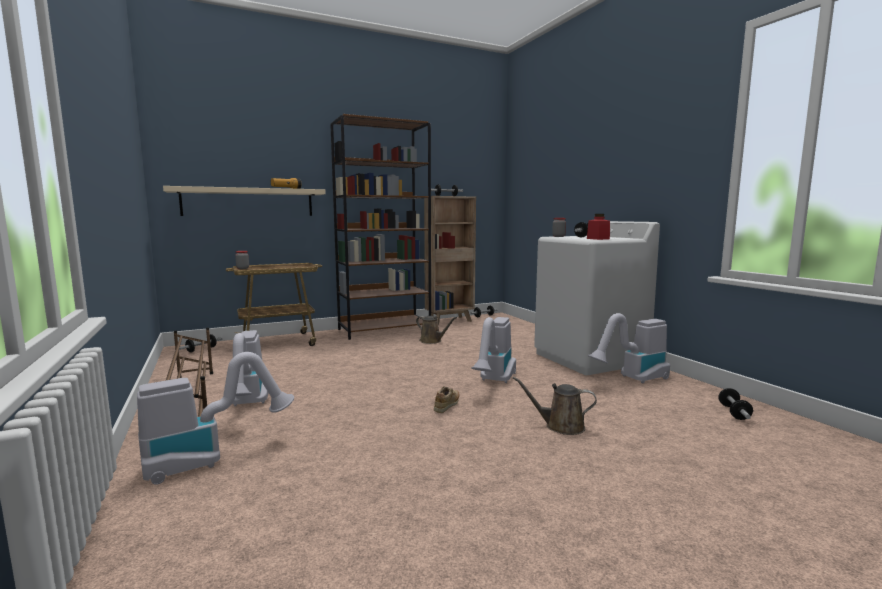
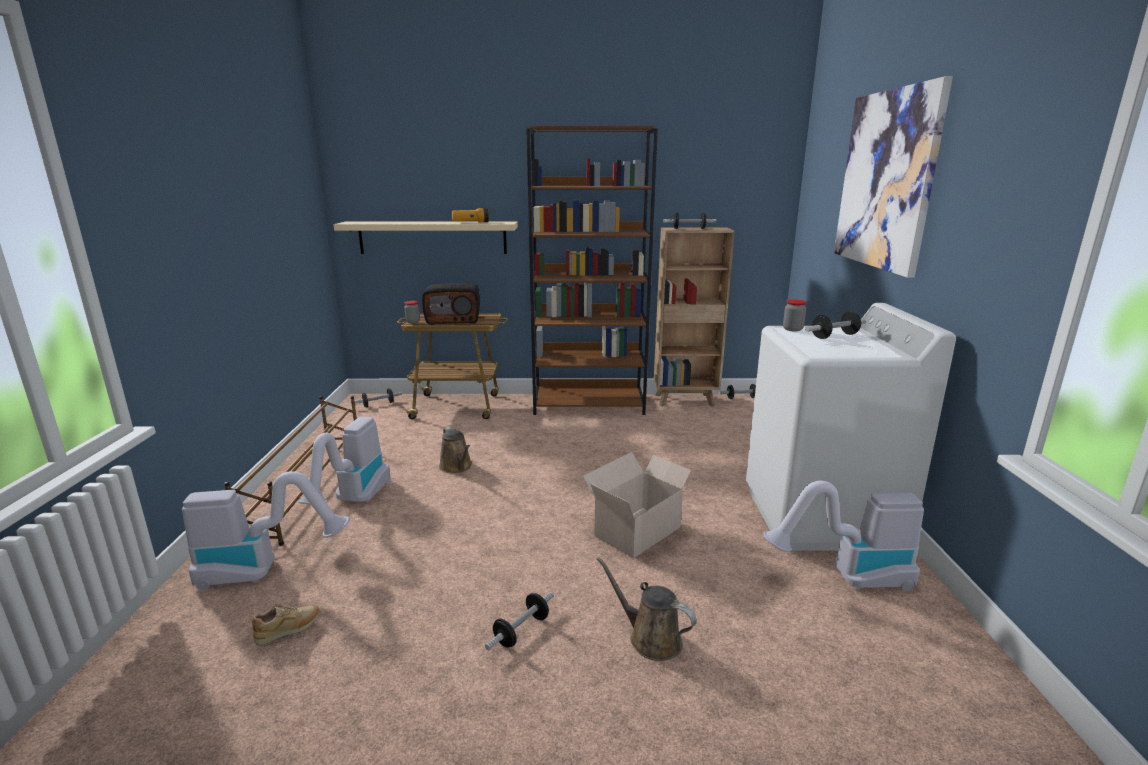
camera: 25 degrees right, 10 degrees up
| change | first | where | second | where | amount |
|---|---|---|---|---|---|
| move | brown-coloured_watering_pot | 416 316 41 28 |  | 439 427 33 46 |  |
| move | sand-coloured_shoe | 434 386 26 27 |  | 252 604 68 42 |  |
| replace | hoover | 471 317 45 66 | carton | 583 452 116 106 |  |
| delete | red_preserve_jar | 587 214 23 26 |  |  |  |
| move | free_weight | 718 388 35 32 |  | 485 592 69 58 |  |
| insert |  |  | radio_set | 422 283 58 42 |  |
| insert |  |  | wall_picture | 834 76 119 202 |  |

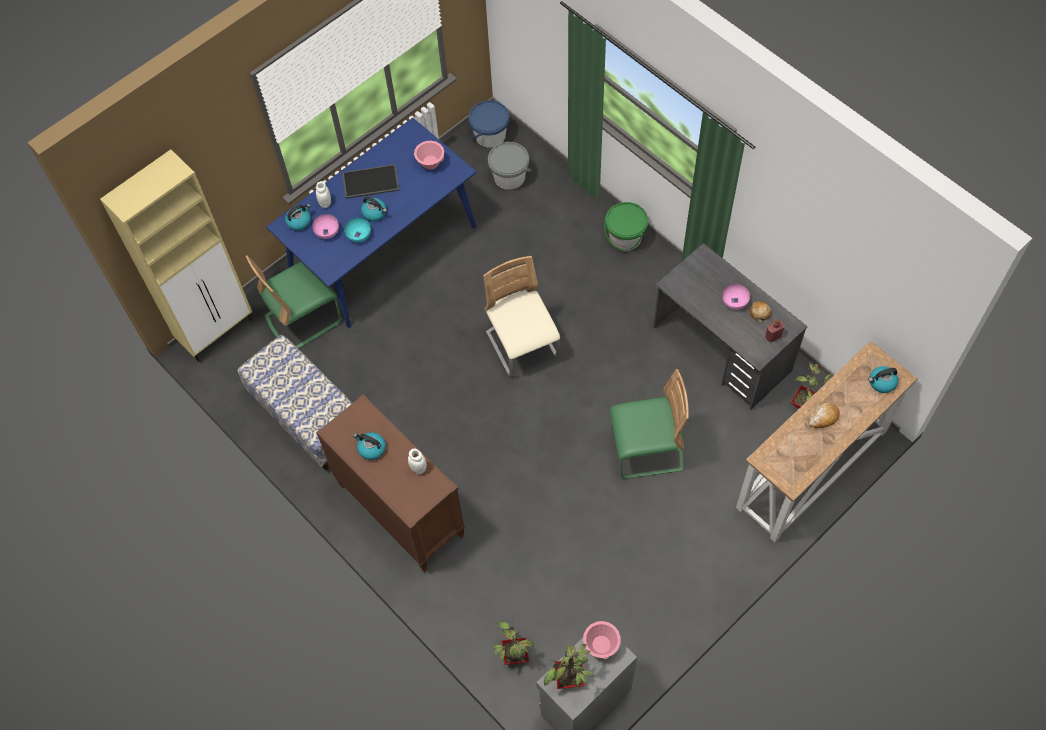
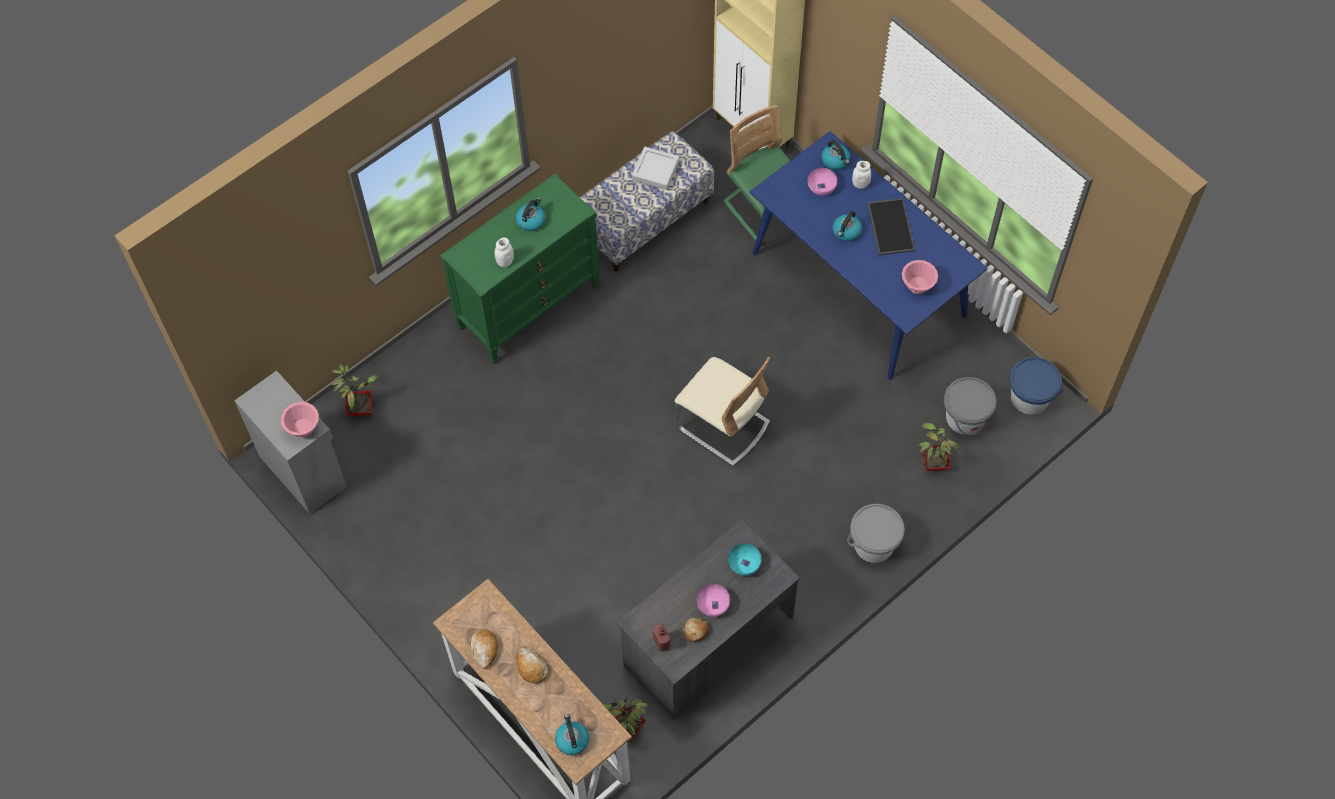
camera: 90 degrees right, 0 degrees up
| change | first | where | second | where | amount |
|---|---|---|---|---|---|
| recolor | brown-coloured_dresser | 316 394 149 178 | green_dresser | 440 173 160 191 |  |
| move | blue-green_bowl | 344 218 27 25 |  | 728 543 34 33 |  |
| rotate | sand-coloured_chair | 483 256 77 121 |  | 675 356 95 110 | 60 degrees clockwise |
| move | potted_plant | 544 644 50 45 |  | 919 417 40 54 |  |
| recolor | green_bucket | 604 202 44 49 | greyish_bucket | 847 504 58 59 |  |
| delete | green_chair | 610 369 79 110 |  |  |  |
| insert |  |  | baked_bread | 471 629 27 40 |  |
| insert |  |  | greyish_tray | 632 147 47 43 |  |

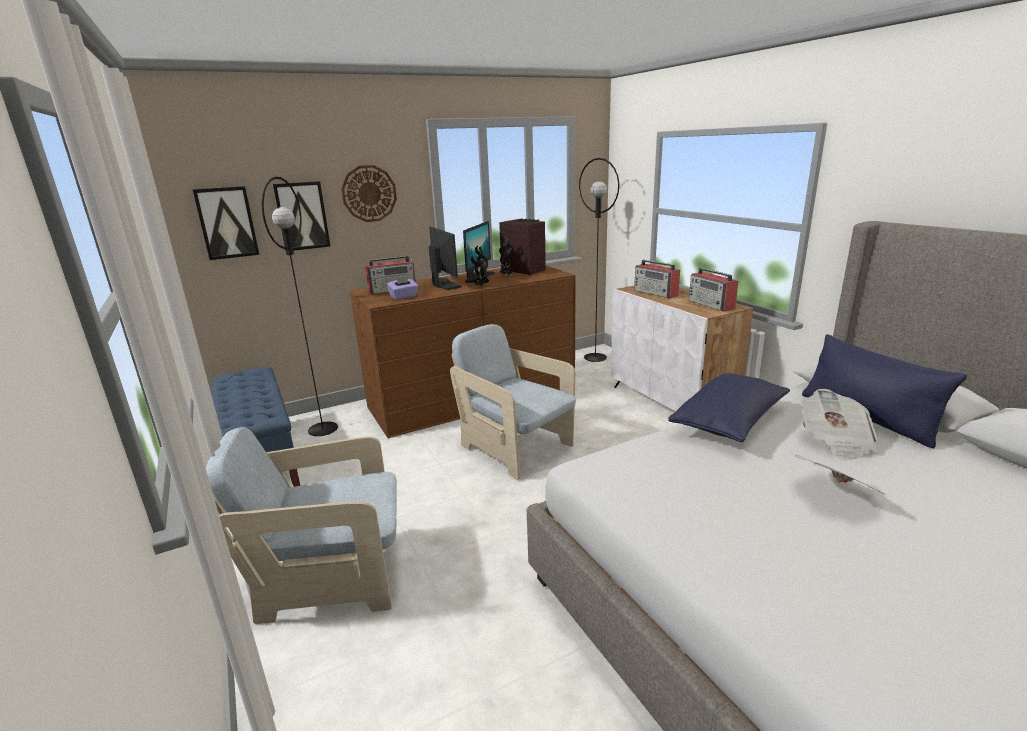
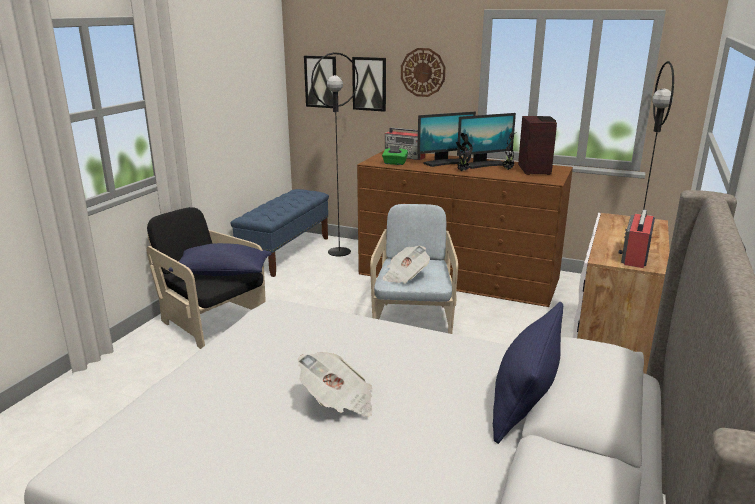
camera: 50 degrees right, 0 degrees up
| change | first | where | second | where | amount |
|---|---|---|---|---|---|
| recolor | sand-coloured_easy_chair | 206 427 191 197 | black-coloured_easy_chair | 146 207 120 142 |  |
| recolor | purplish_tissue_box | 386 276 32 24 | green_tissue_box | 382 146 26 19 |  |
| rotate | computer_screen | 429 227 33 63 |  | 417 112 59 55 | 45 degrees clockwise |
| delete | radio_set | 634 260 46 39 |  |  |  |
| move | blue-coloured_throw_pillow | 668 373 122 69 |  | 168 243 104 33 |  |
| move | printed_paper | 802 389 77 72 |  | 383 246 47 38 |  |

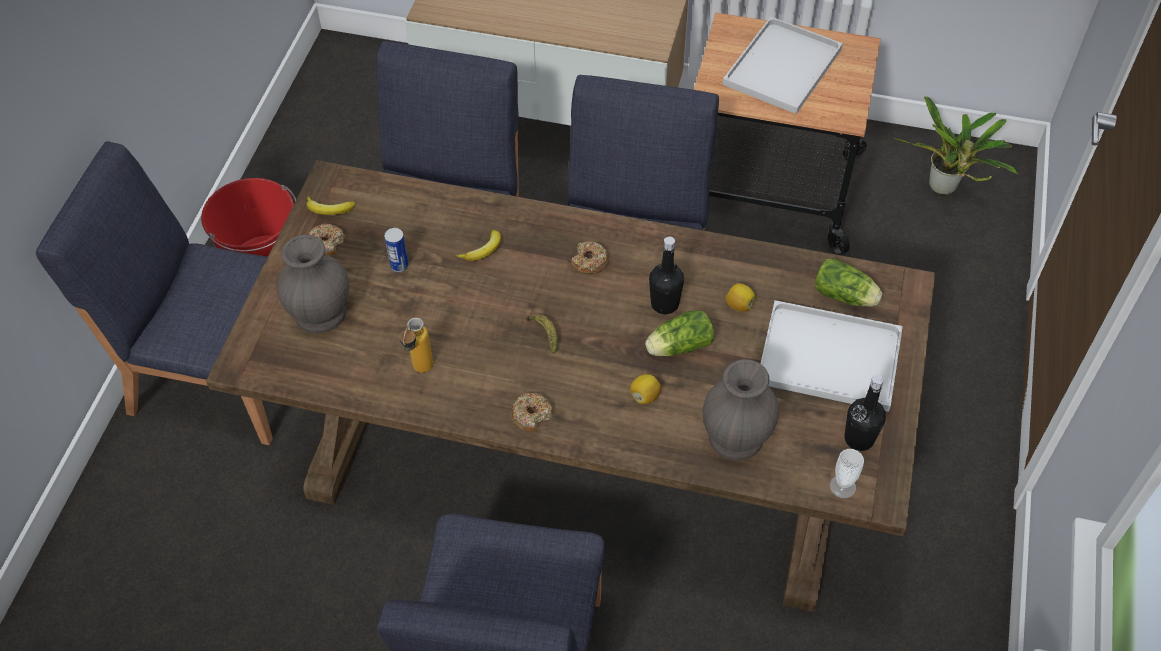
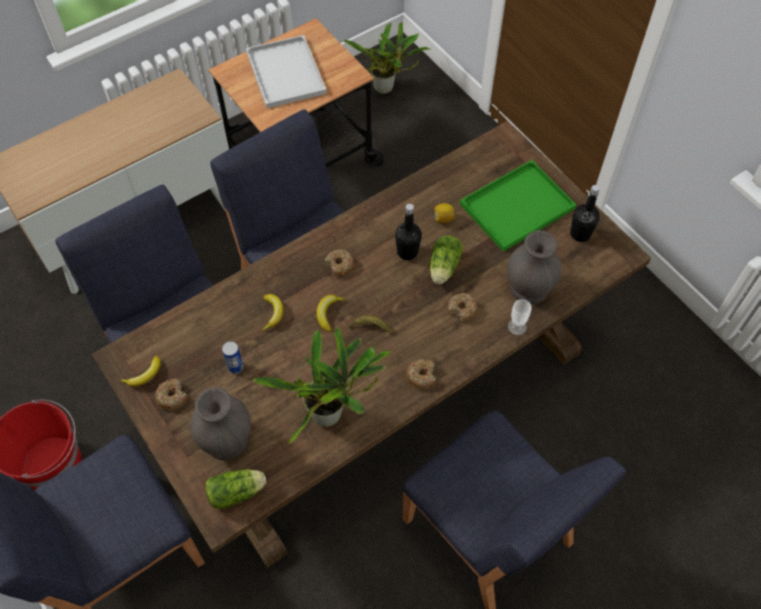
camera: 50 degrees left, 5 degrees up
| change | first | where | second | where | amount |
|---|---|---|---|---|---|
| replace | beverage_bottle | 399 318 34 55 | potted_plant | 253 327 138 117 |  |
| replace | citrus_fruit | 630 374 31 30 | doughnut | 447 293 31 28 |  |
| recolor | white_tray | 760 300 143 112 | green_tray | 460 160 117 92 |  |
| move | lettuce_head | 815 258 68 49 |  | 205 469 61 40 |  |
| move | drinking_cup | 830 449 34 49 |  | 508 299 24 36 |  |
| insert |  |  | whole_banana | 316 295 30 37 |  |

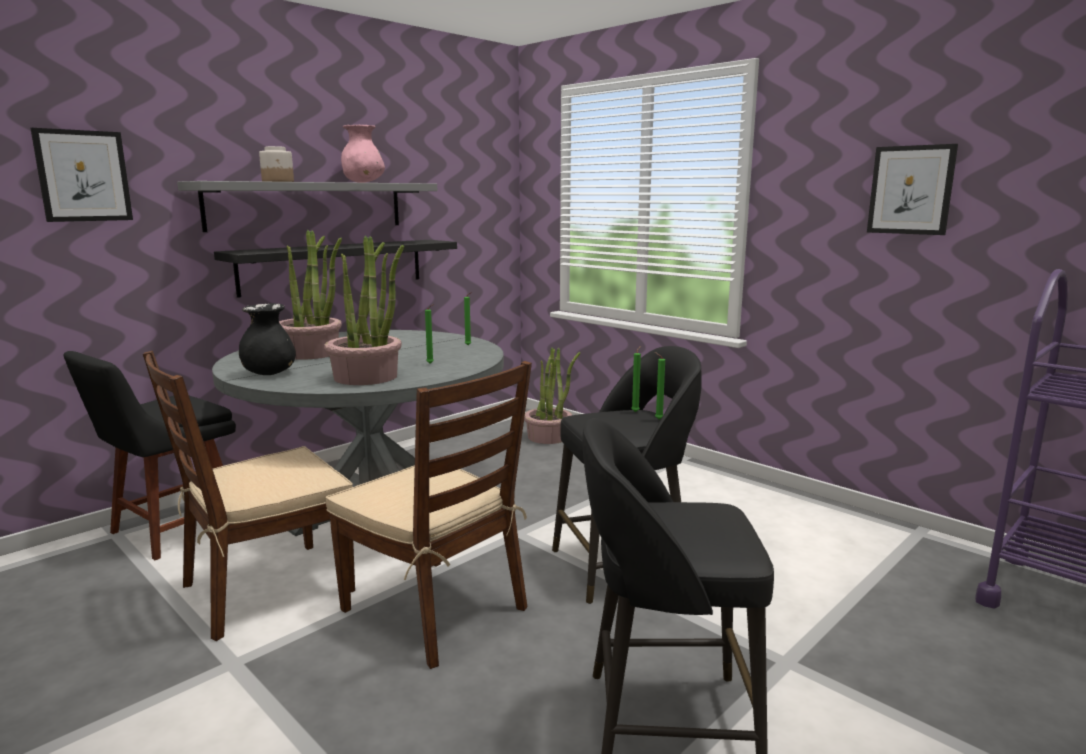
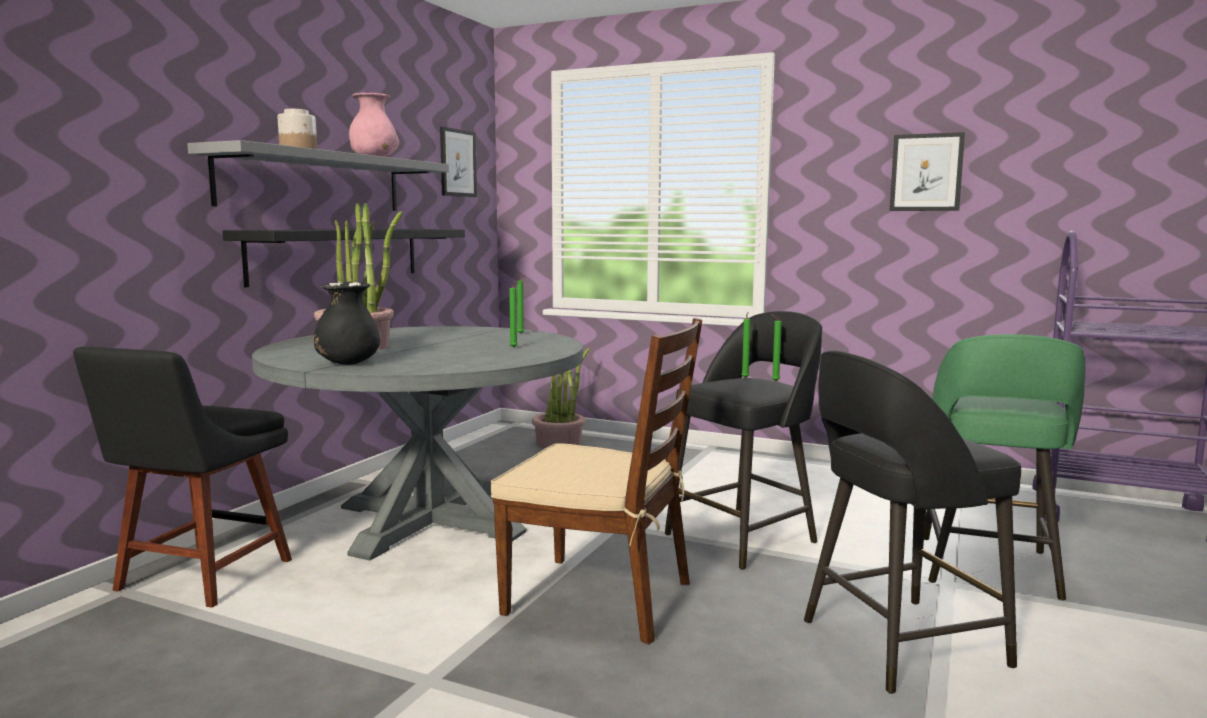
camera: 20 degrees left, 5 degrees down
| change | first | where | second | where | amount |
|---|---|---|---|---|---|
| move | wall_picture | 30 128 103 94 |  | 440 127 37 70 |  |
| delete | brown-coloured_chair | 143 351 212 290 |  |  |  |
| delete | potted_plant | 324 235 80 150 |  |  |  |
| insert |  |  | green_stool_seat | 924 334 162 267 |  |

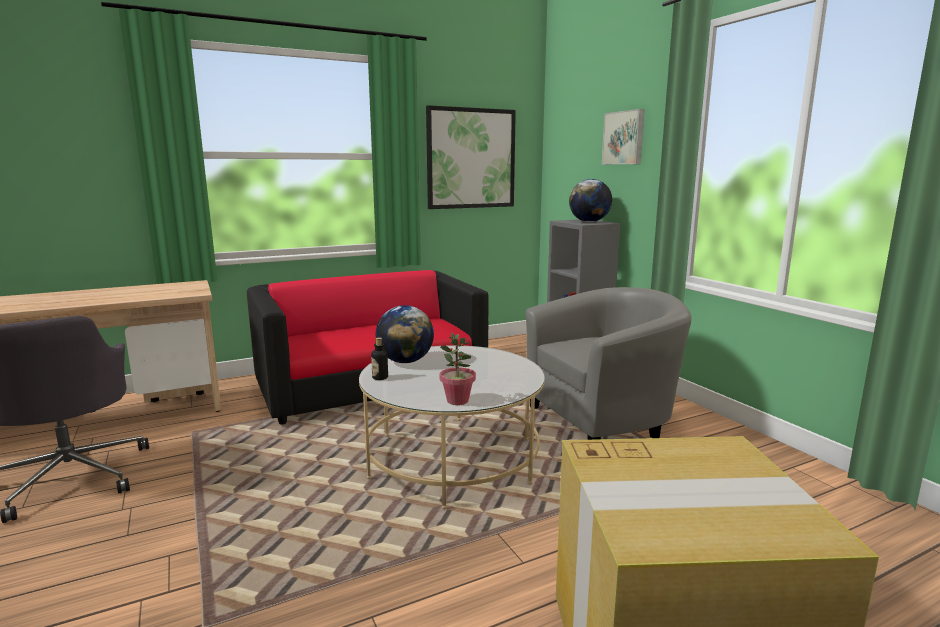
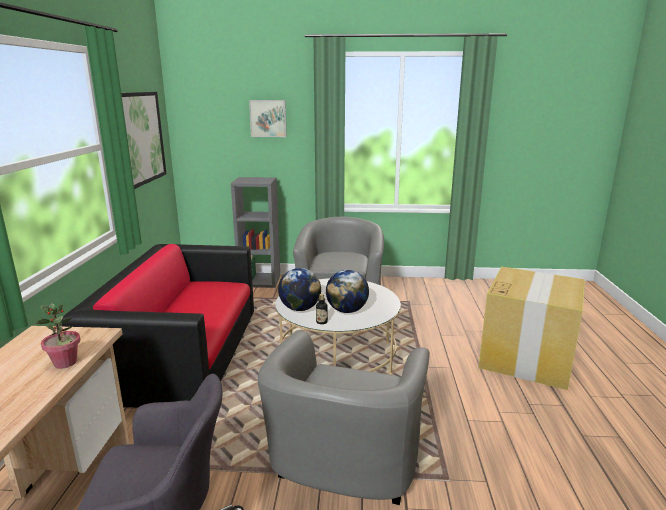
camera: 60 degrees left, 5 degrees up
| change | first | where | second | where | amount |
|---|---|---|---|---|---|
| move | potted_plant | 439 333 37 72 |  | 36 303 44 66 |  |
| move | world_globe | 569 179 43 43 |  | 326 270 43 43 |  |
| insert |  |  | greyish_easy_chair | 258 330 172 175 |  |

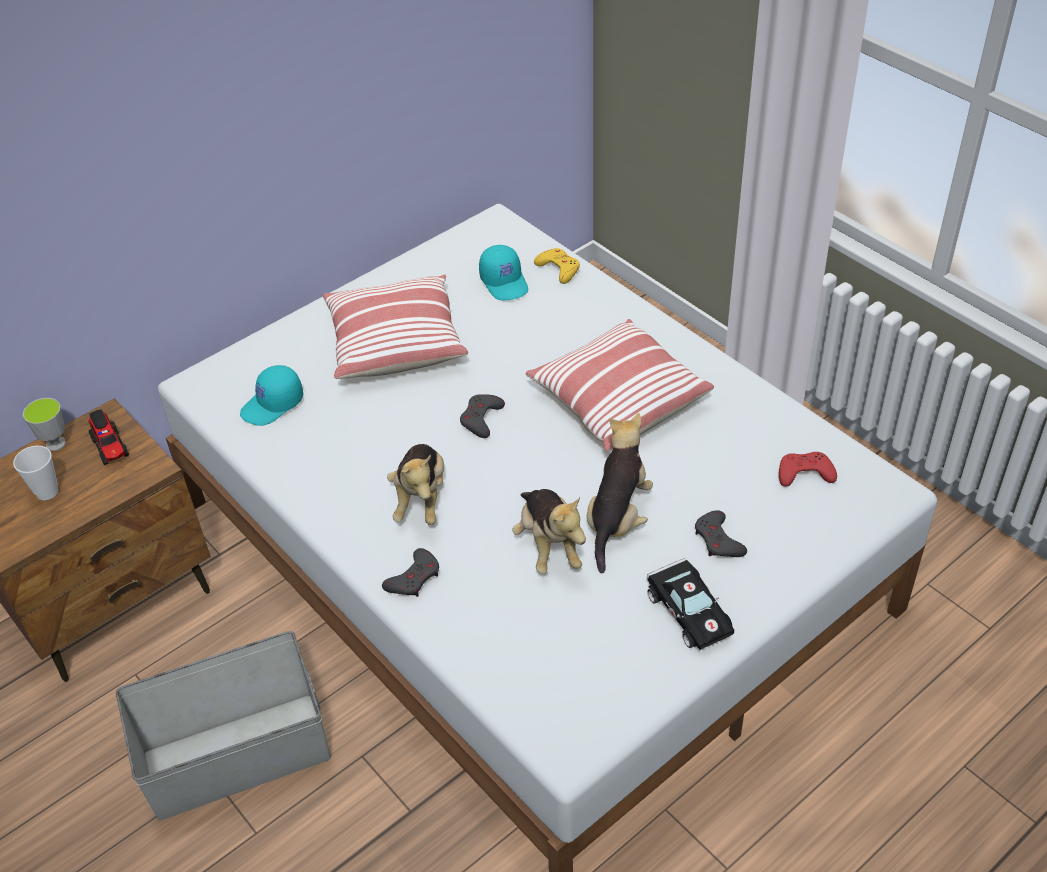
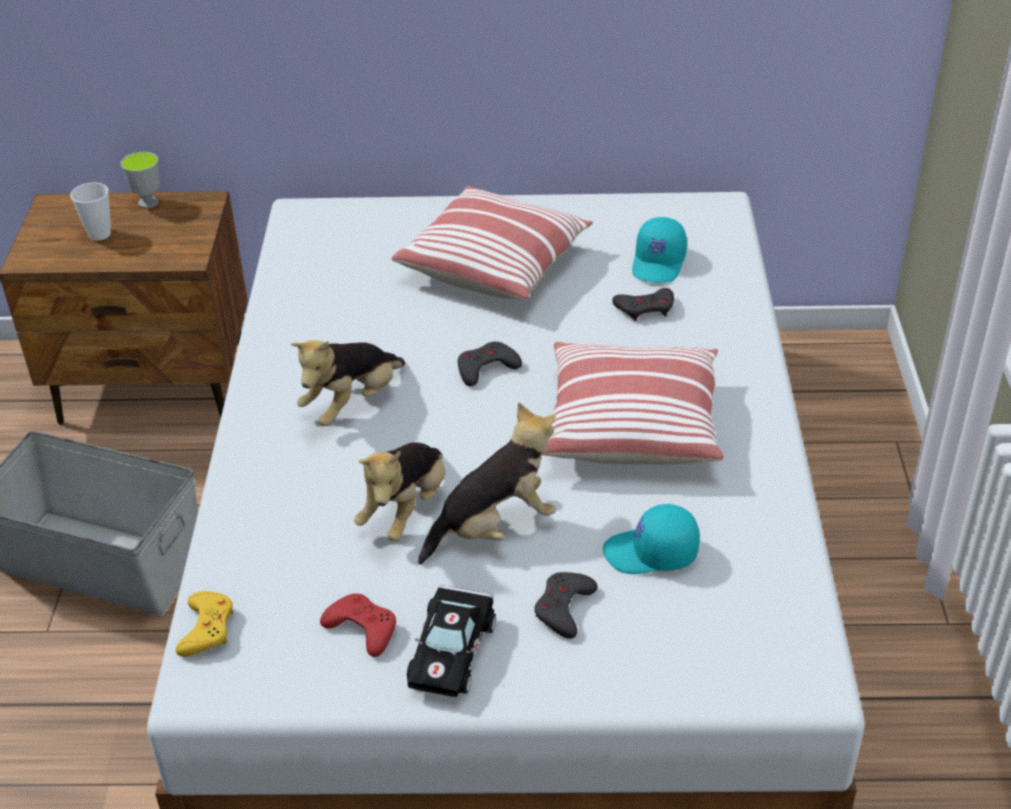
camera: 40 degrees right, 5 degrees down
| change | first | where | second | where | amount |
|---|---|---|---|---|---|
| delete | model_truck | 88 409 41 56 |  |  |  |
| move | blue-green_cap | 240 365 63 61 |  | 603 504 97 70 |  |
| move | greyish_joypad | 382 548 57 49 |  | 612 288 62 33 |  |
| move | yellow_joypad | 534 248 46 36 |  | 176 591 57 66 |  |
| move | red_joypad | 779 452 58 35 |  | 320 593 76 64 |  |

